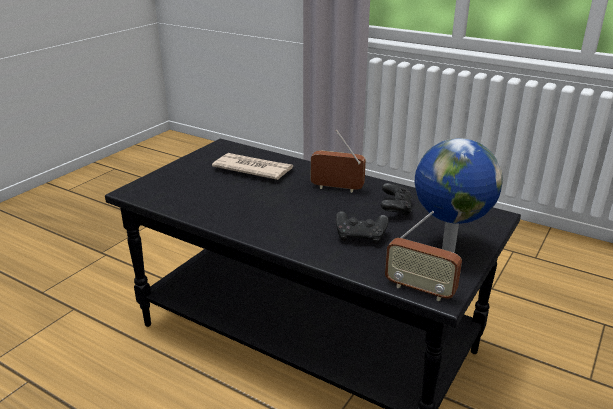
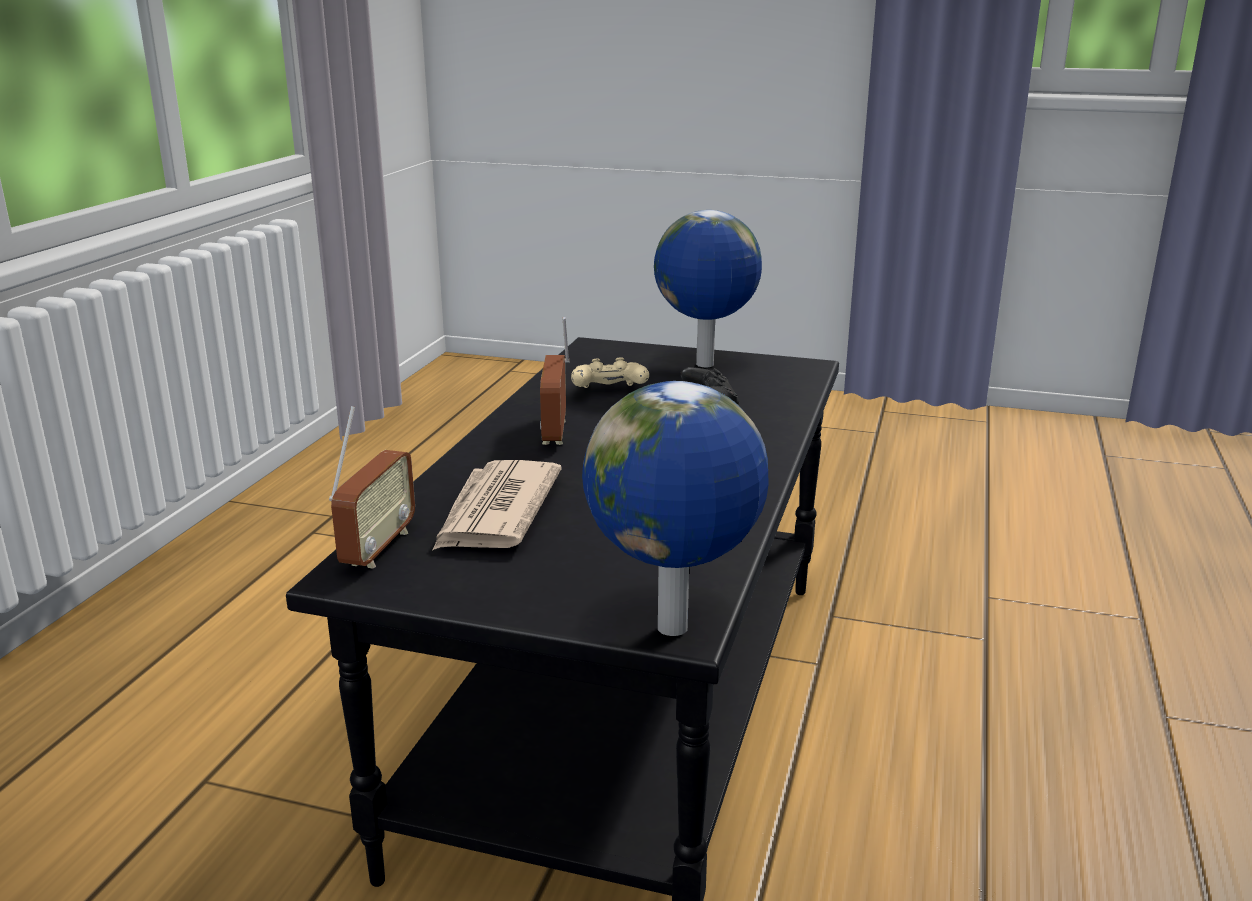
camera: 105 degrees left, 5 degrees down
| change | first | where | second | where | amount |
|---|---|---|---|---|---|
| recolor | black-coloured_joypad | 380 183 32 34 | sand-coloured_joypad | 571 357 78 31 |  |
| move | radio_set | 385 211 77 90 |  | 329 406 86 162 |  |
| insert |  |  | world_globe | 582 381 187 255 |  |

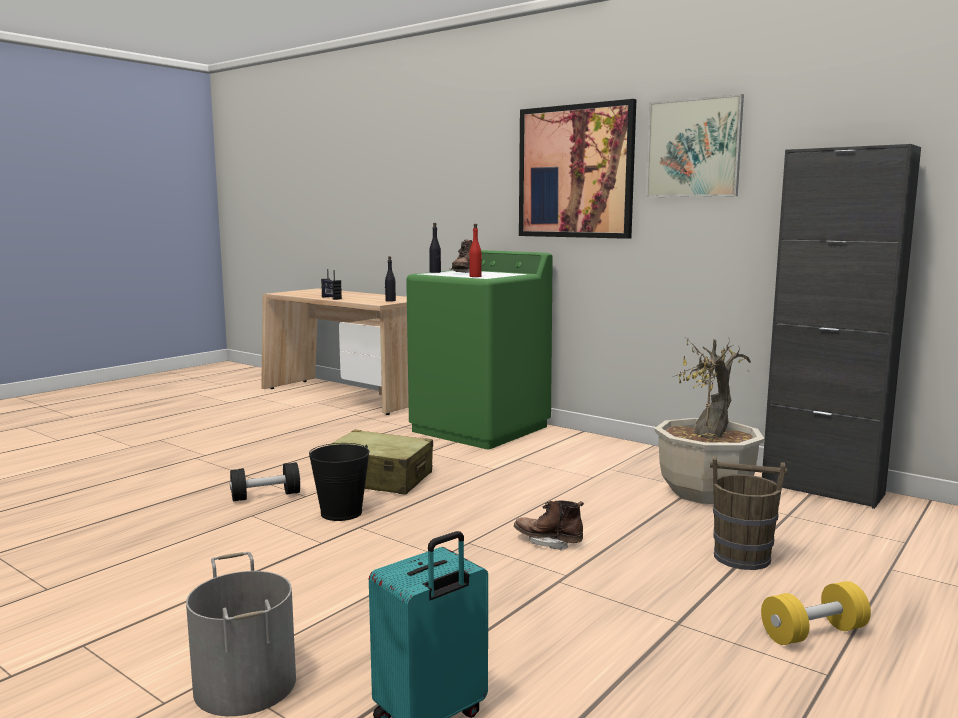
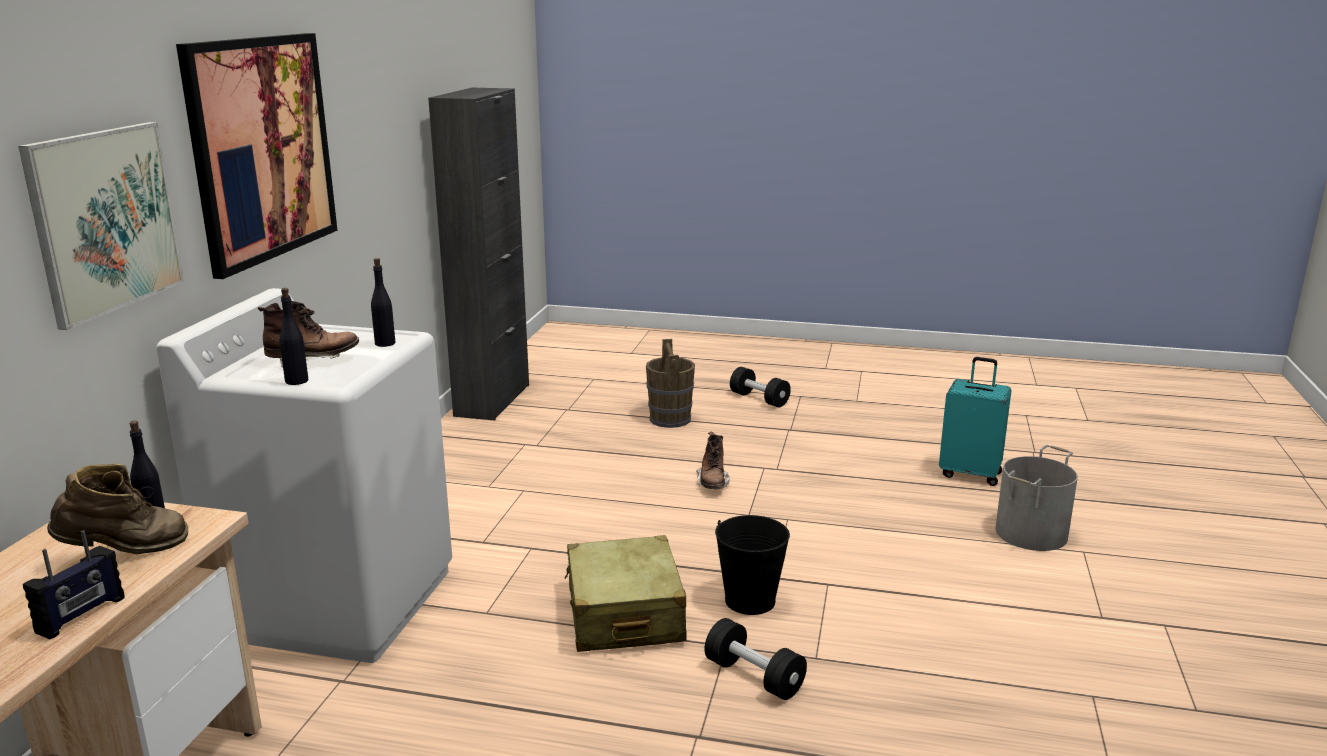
camera: 115 degrees left, 10 degrees up
| change | first | where | second | where | amount |
|---|---|---|---|---|---|
| recolor | green_laundry_machine | 406 250 147 199 | white_laundry_machine | 156 288 296 375 |  |
| recolor | red_beverage_bottle | 469 224 13 53 | black-coloured_beverage_bottle | 371 258 25 89 |  |
| move | wall_picture | 646 94 98 103 |  | 18 122 166 208 |  |
| delete | potted_plant | 654 337 110 167 |  |  |  |
| recolor | yellow_free_weight | 761 581 110 64 | black-coloured_free_weight | 730 367 61 40 |  |
| insert |  |  | brown-coloured_high-top_boot | 47 463 141 91 |  |

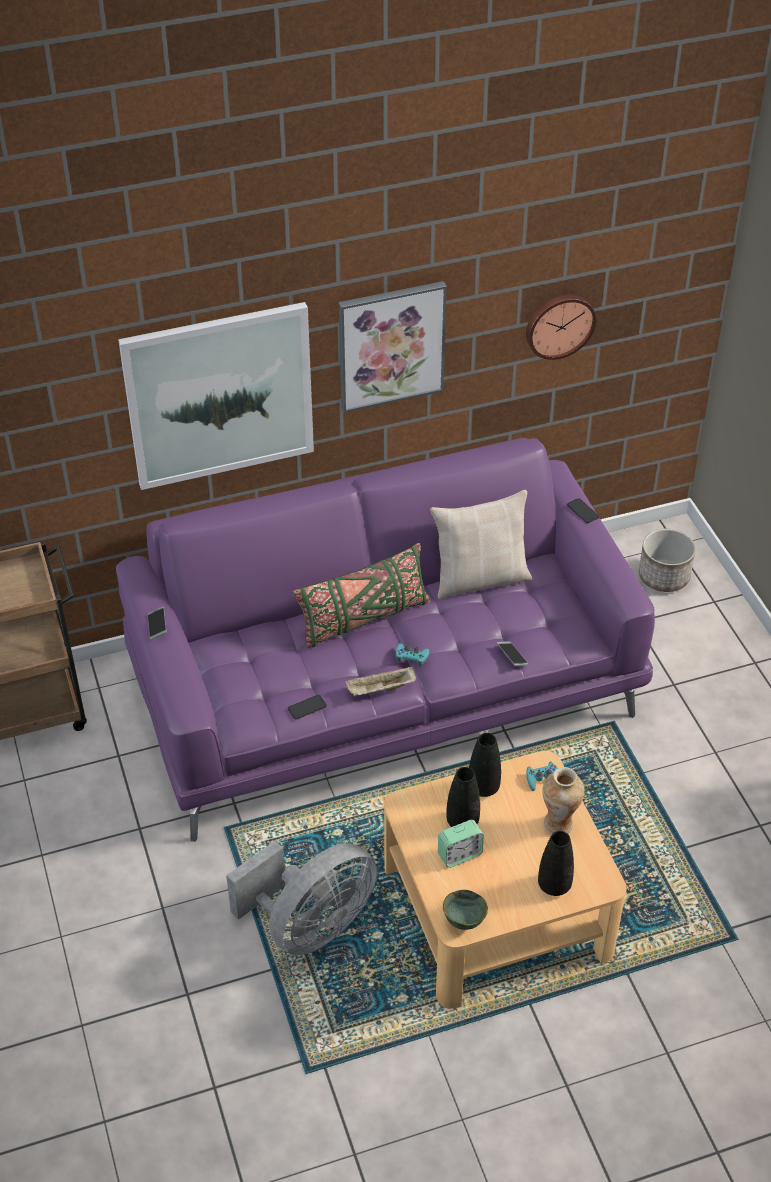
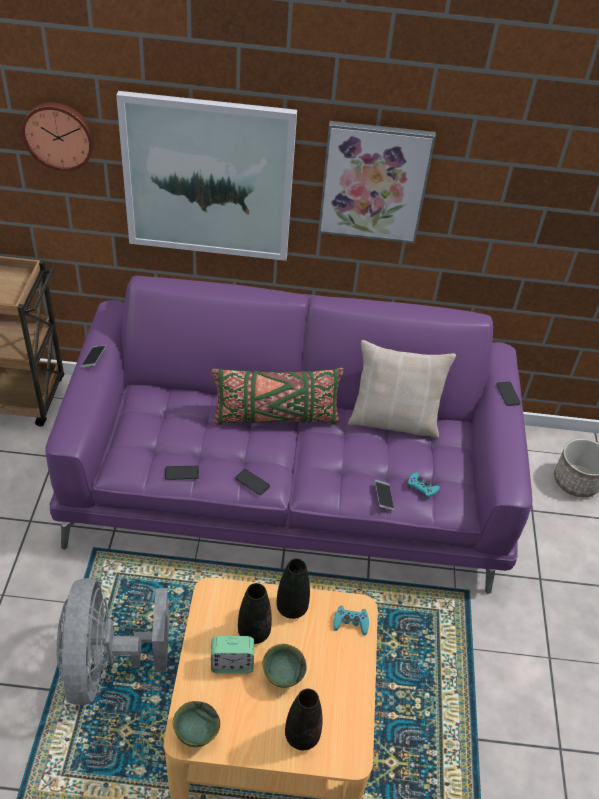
camera: 20 degrees right, 0 degrees up
| change | first | where | second | where | amount |
|---|---|---|---|---|---|
| rotate | greyish_fan | 226 840 151 116 |  | 56 578 114 127 | 105 degrees clockwise |
| replace | sand-coloured_tray | 346 666 70 31 | phone | 235 469 35 26 |  |
| move | blue-green_joypad | 396 643 33 24 |  | 407 472 33 28 |  |
| move | clock_on_the_wall | 526 294 70 66 |  | 22 102 73 69 |  |
| delete | vase | 543 767 41 67 |  |  |  |
| insert |  |  | green_bowl | 263 644 44 44 |  |

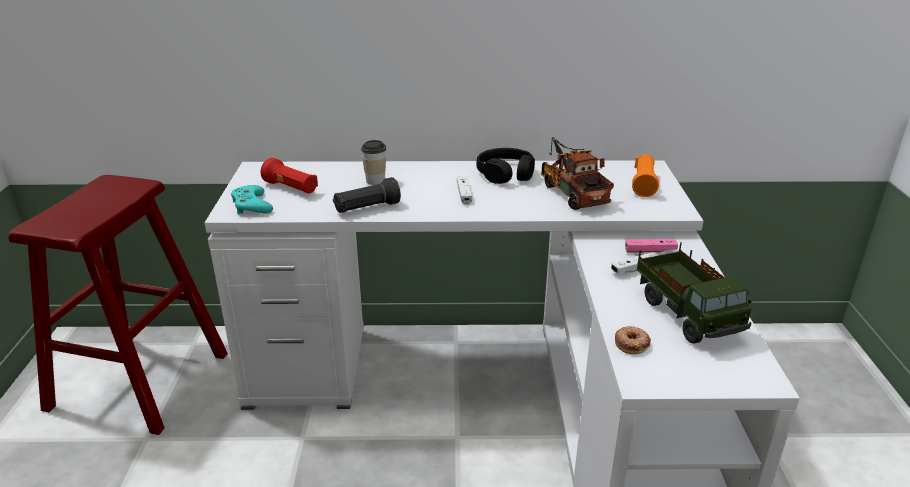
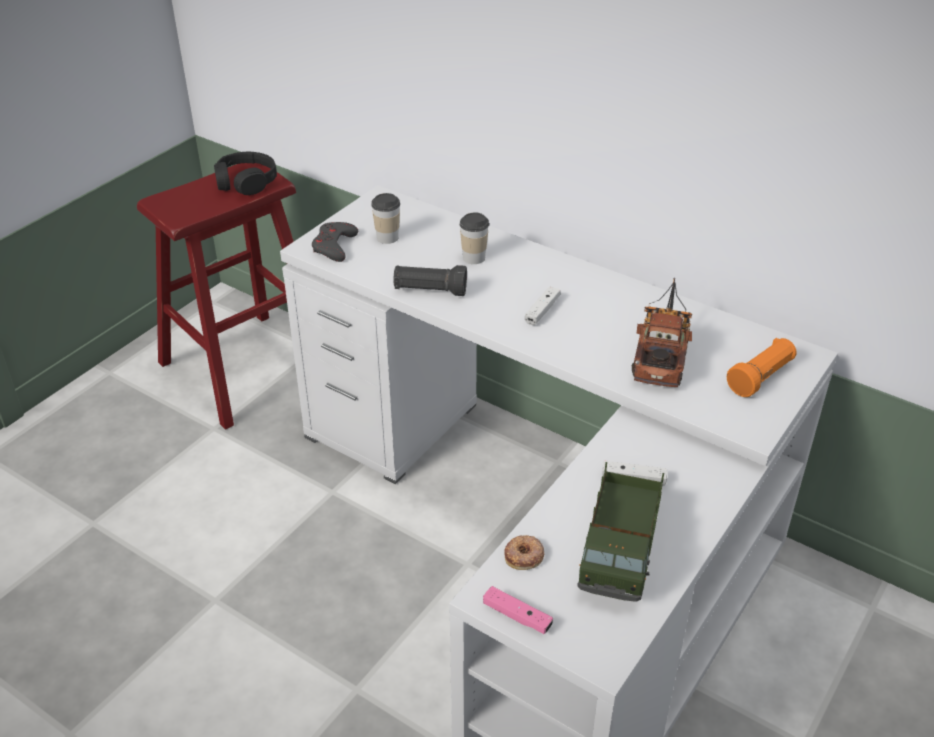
camera: 35 degrees right, 10 degrees up
| change | first | where | second | where | amount |
|---|---|---|---|---|---|
| recolor | blue-green_joypad | 231 185 42 29 | greyish_joypad | 312 222 46 40 |  |
| replace | red_flashlight | 261 158 57 36 | drinking_cup | 371 193 29 51 |  |
| move | black-coloured_headphones | 476 148 59 36 |  | 214 152 63 43 |  |
| move | pinkish_joypad | 625 239 53 14 |  | 483 586 70 48 |  |

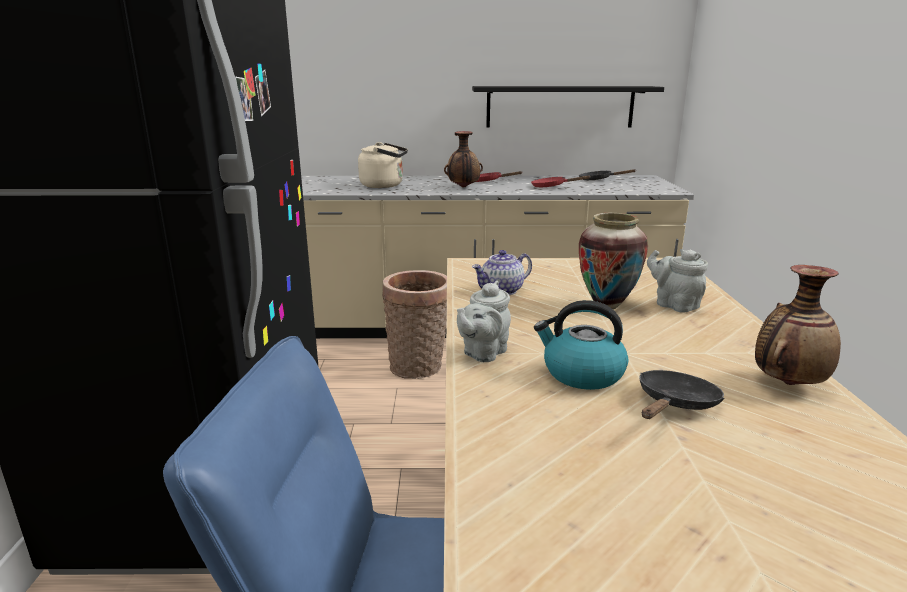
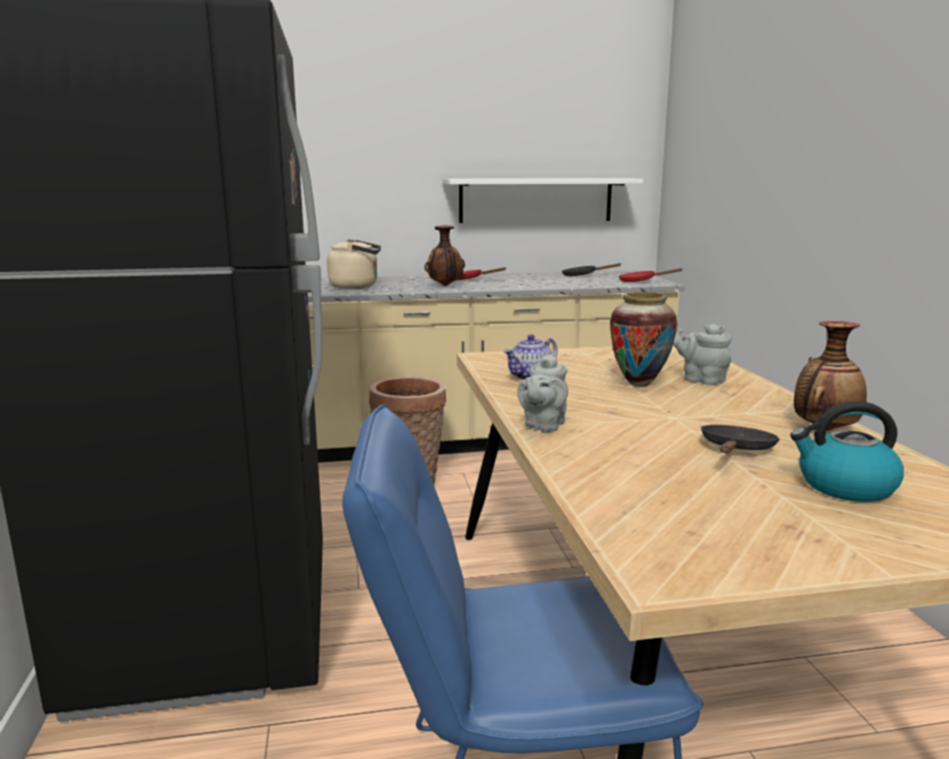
camera: 10 degrees left, 5 degrees down
| change | first | where | second | where | amount |
|---|---|---|---|---|---|
| recolor | black-coloured_shelf | 472 86 192 41 | white_shelf | 443 178 201 45 |  |
| move | red_frying_pan | 531 176 60 11 |  | 619 268 63 14 |  |
| move | tea_kettle | 534 300 94 90 |  | 790 401 114 101 |  |

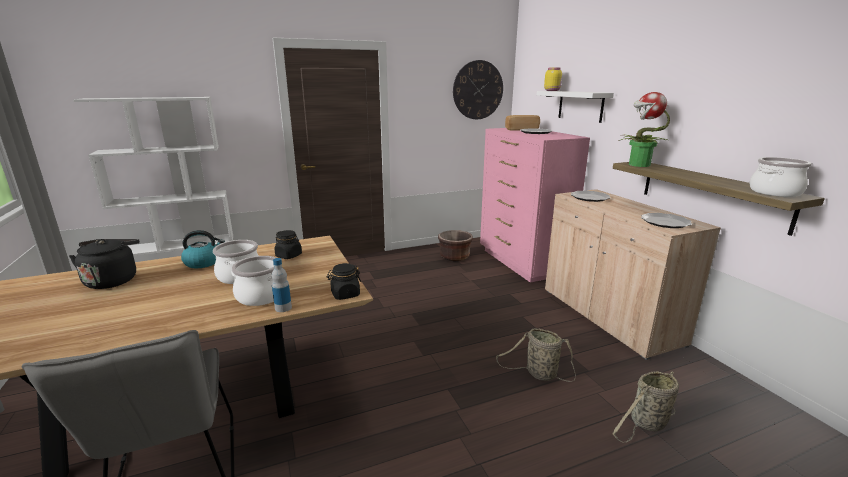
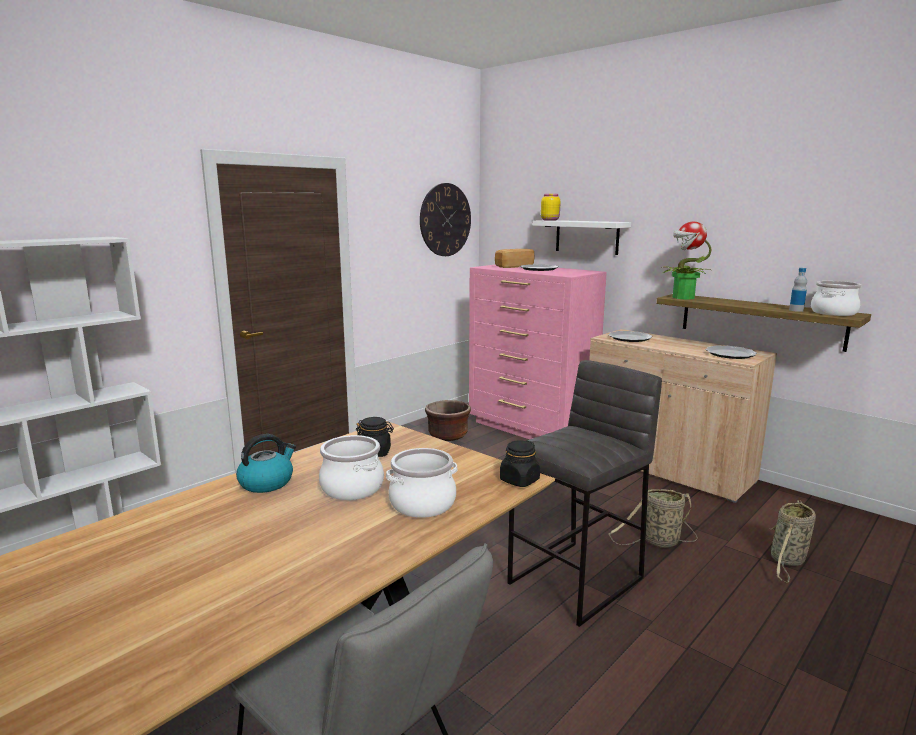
camera: 25 degrees left, 5 degrees down
| change | first | where | second | where | amount |
|---|---|---|---|---|---|
| delete | black-coloured_tea_kettle | 69 239 71 50 |  |  |  |
| move | beverage_bottle | 271 258 21 54 |  | 789 268 18 44 |  |
| insert |  |  | greyish_stool_seat | 507 360 155 267 |  |

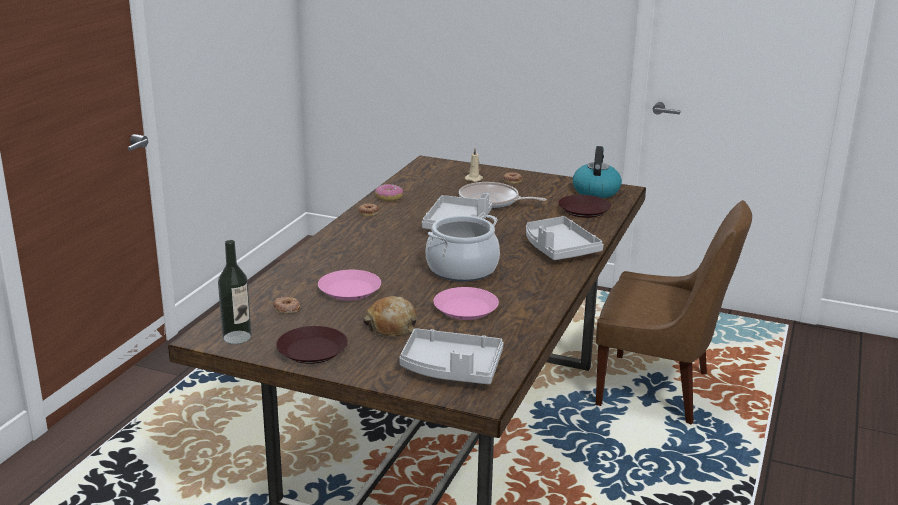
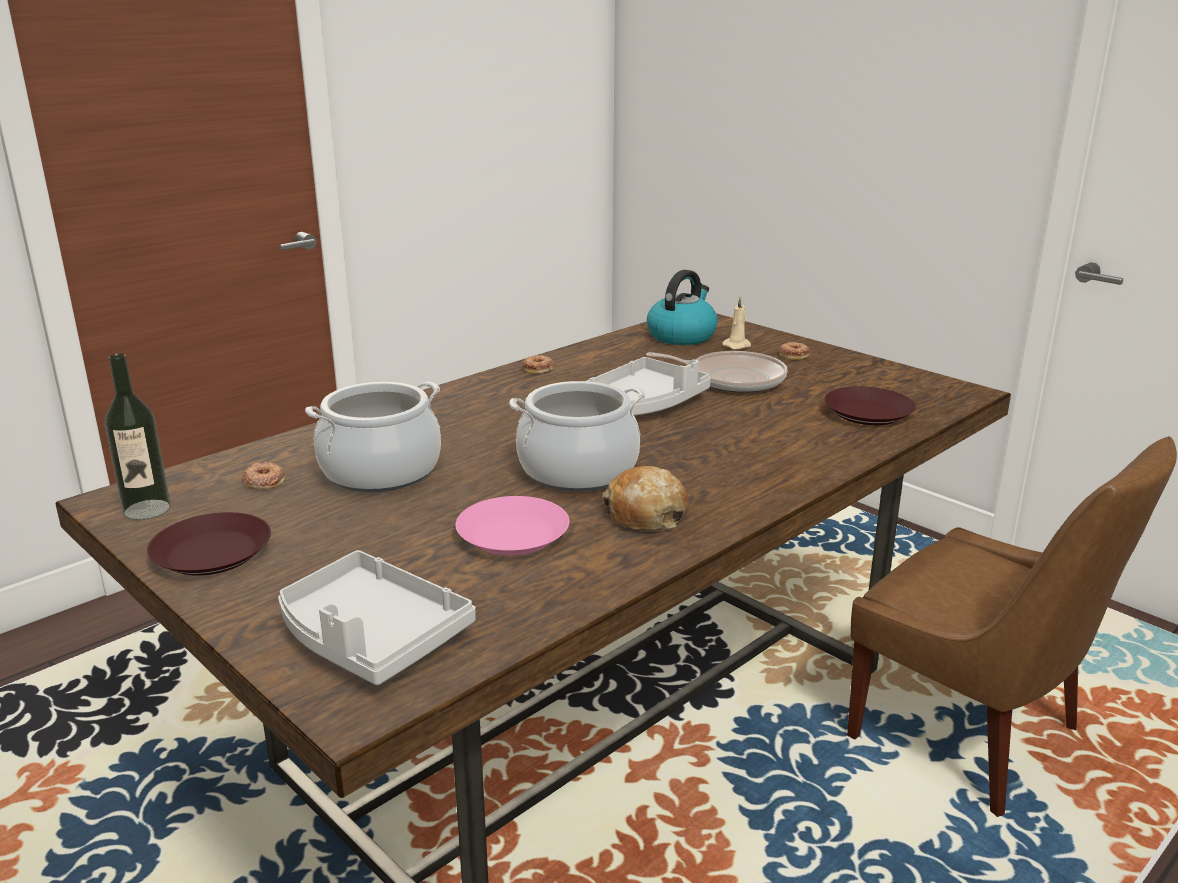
camera: 25 degrees right, 0 degrees up
| change | first | where | second | where | amount |
|---|---|---|---|---|---|
| replace | pinkish_dinner_plate | 318 270 63 31 | stockpot | 305 382 136 110 |  |
| move | baked_bread | 364 296 53 40 |  | 602 466 87 66 |  |
| delete | doughnut | 375 184 28 17 |  |  |  |
| rotate | frying_pan | 459 182 88 27 |  | 646 351 142 42 | 150 degrees clockwise |
| delete | greyish_tray | 526 216 78 44 |  |  |  |
| move | tea_kettle | 573 146 49 52 |  | 647 270 71 75 |  |

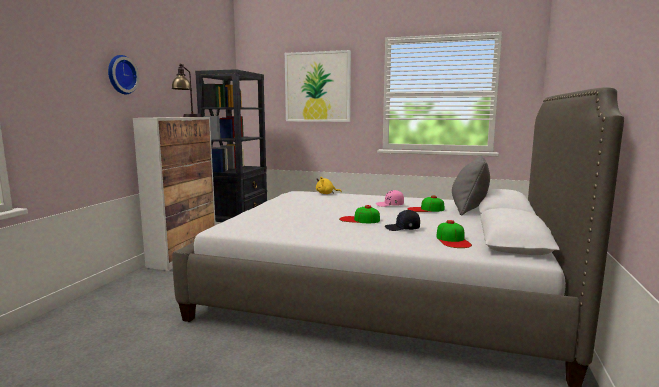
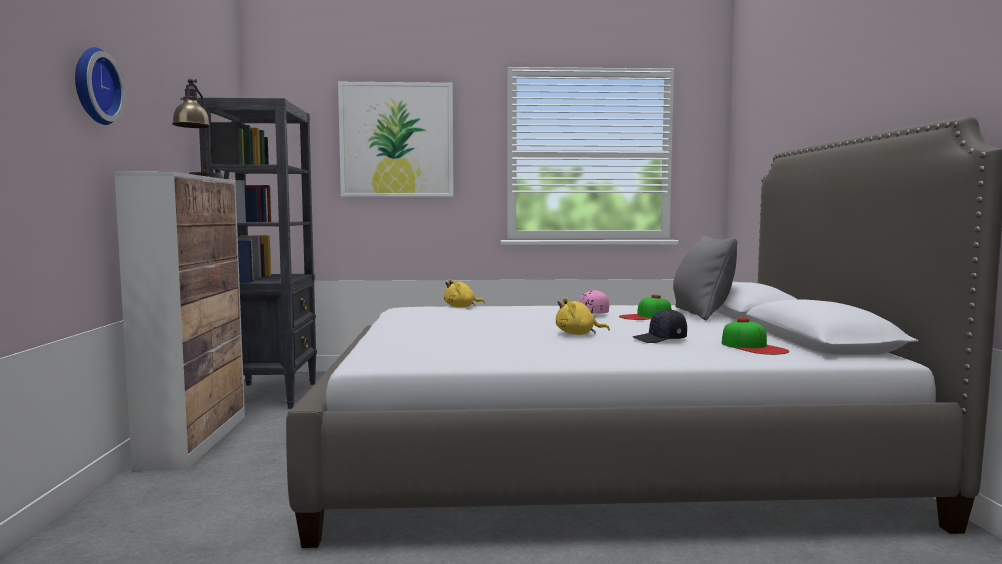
camera: 20 degrees left, 5 degrees down
| change | first | where | second | where | amount |
|---|---|---|---|---|---|
| replace | cap | 339 205 41 18 | yellow_soft_toy | 556 298 54 37 |  |

